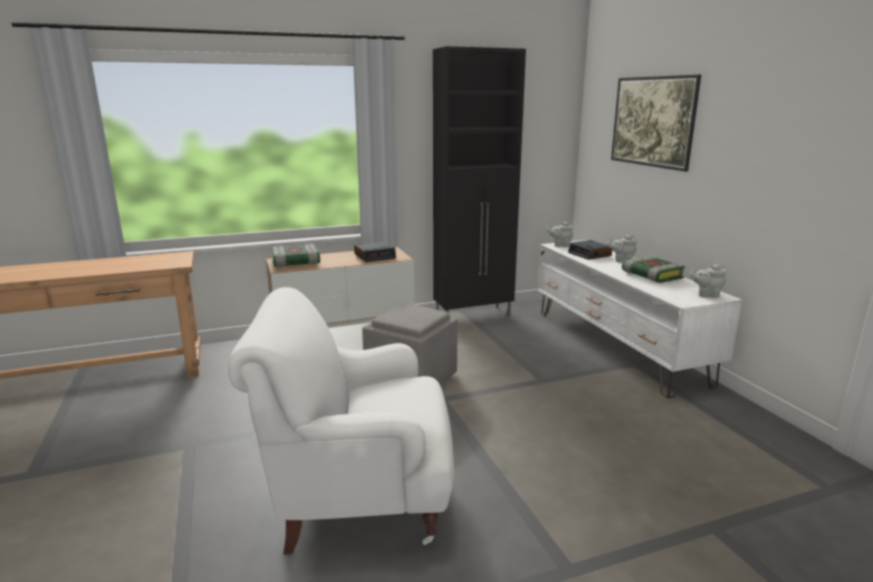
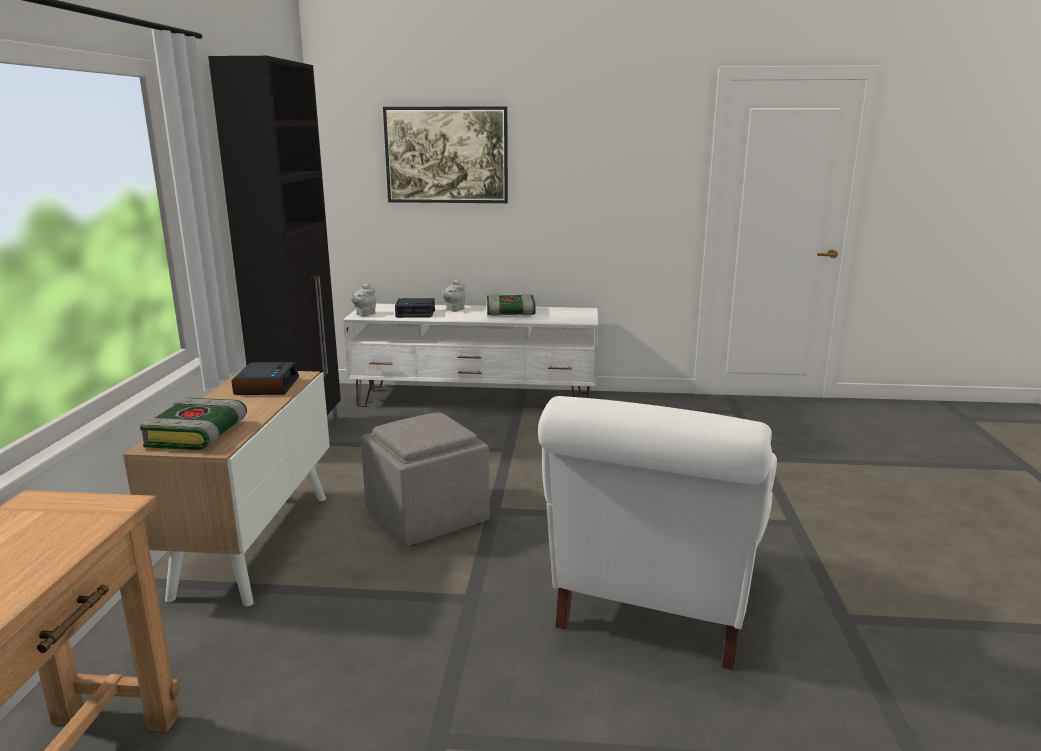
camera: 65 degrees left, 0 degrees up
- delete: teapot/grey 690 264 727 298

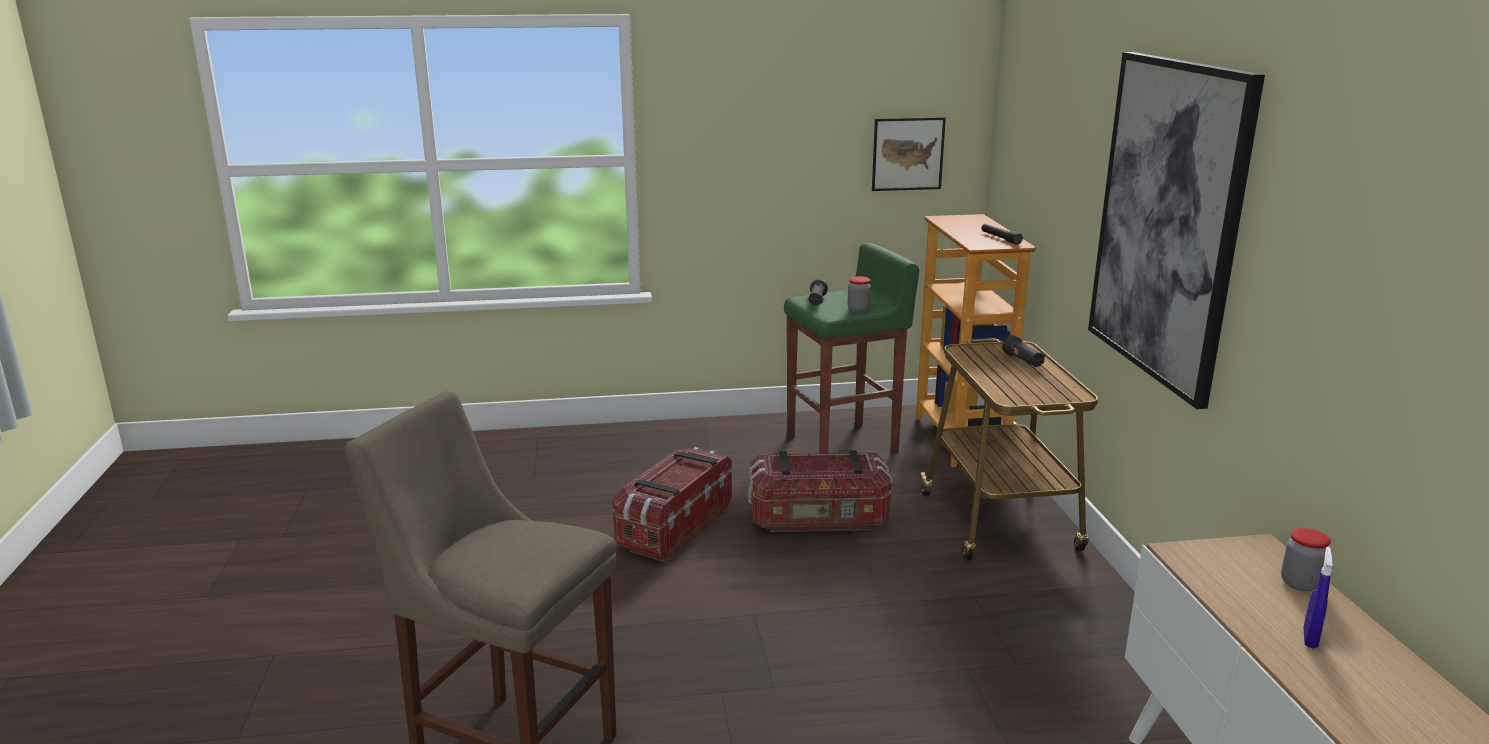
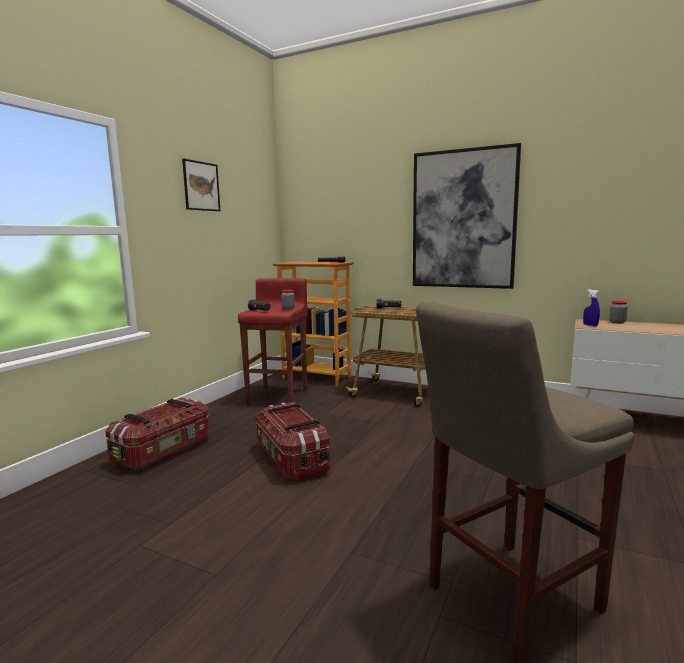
camera: 55 degrees left, 10 degrees down
- move: storage box 748 450 892 532 to 105 397 210 471
- move: picture 872 117 946 191 to 182 159 220 211
- move: spray bottle/blue 1303 547 1333 649 to 583 289 600 326
- recolor: stool/green 784 243 919 454 to stool/red 238 278 308 405

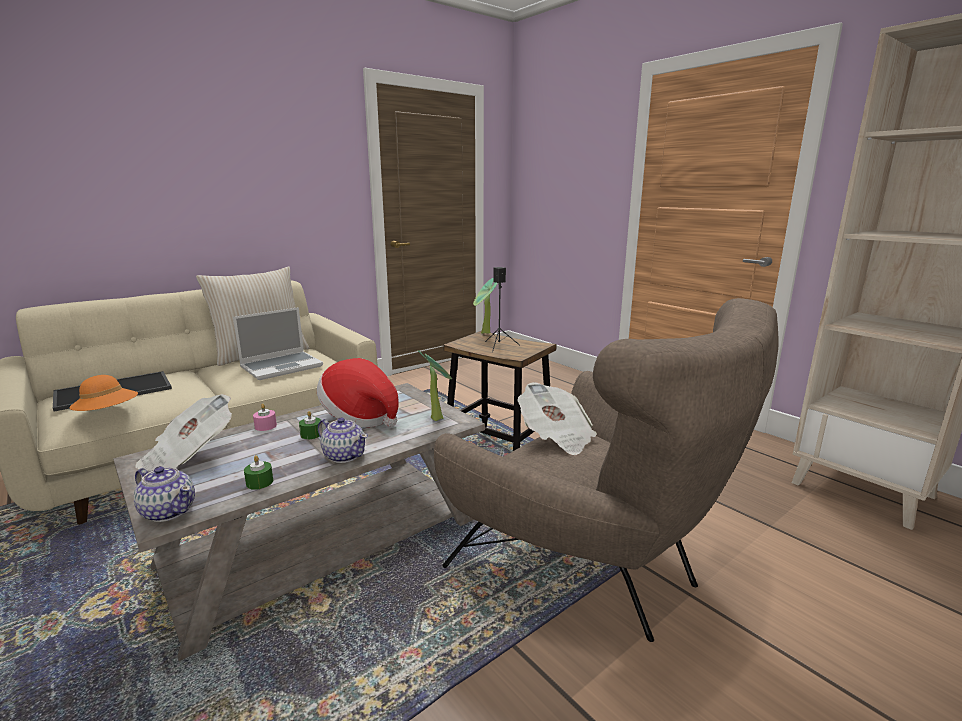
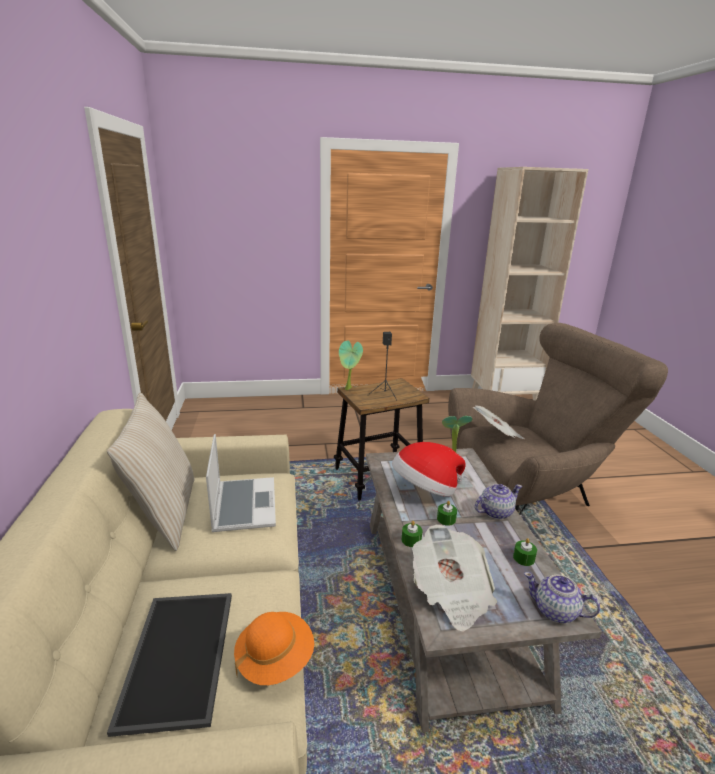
camera: 60 degrees left, 5 degrees up
- recolor: candle/pink 253 404 277 431 to candle/green 402 521 423 547
- rotate: teapot 134 466 195 522 = 524 572 600 623 120 degrees counterclockwise

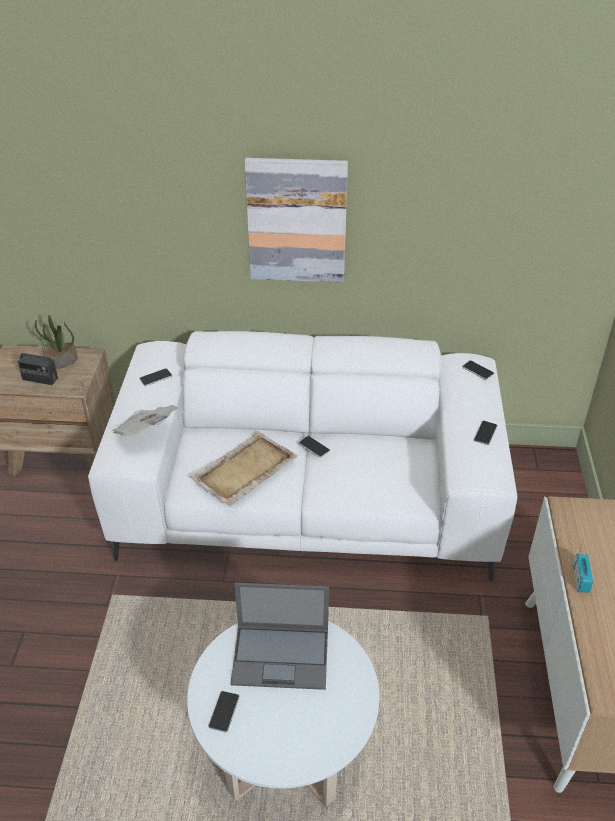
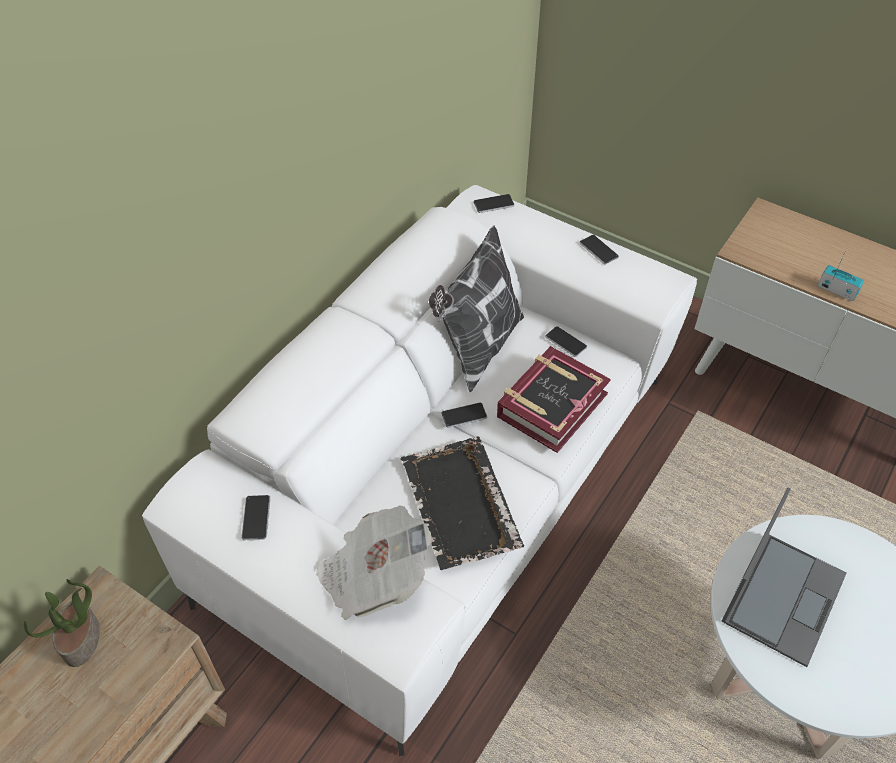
camera: 60 degrees left, 10 degrees up
- delete: radio 17 343 58 385
- delete: picture 245 158 348 283
- insert: pillow 429 225 524 392
- insert: book 497 346 611 453
- move: phone 208 691 240 733 to 545 326 587 357
- recolor: tray/beige 190 431 298 506 to tray/black 401 436 524 570

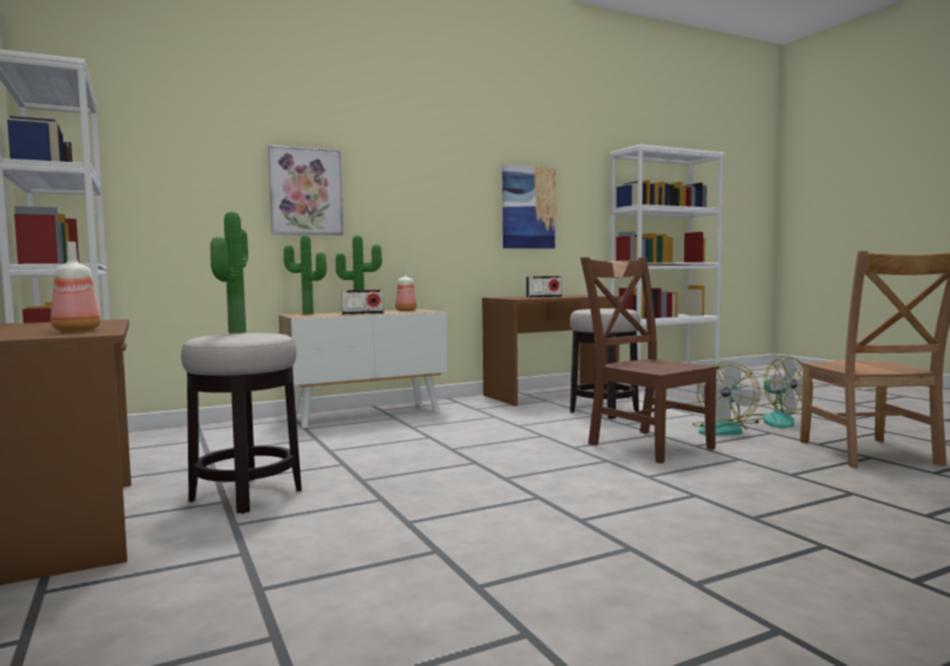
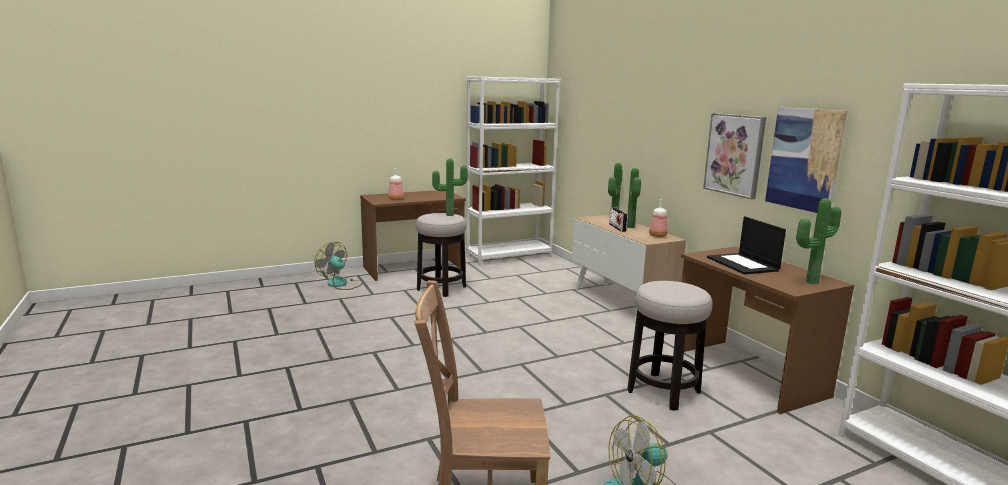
camera: 90 degrees right, 10 degrees up
- delete: chair/brown 580 257 719 464
- insert: potted plant 796 198 841 284
- move: picture 268 145 343 235 to 703 113 766 199
- move: fan 692 362 761 436 to 314 242 364 290
- replace: radio 526 276 562 298 to laptop 707 216 786 275

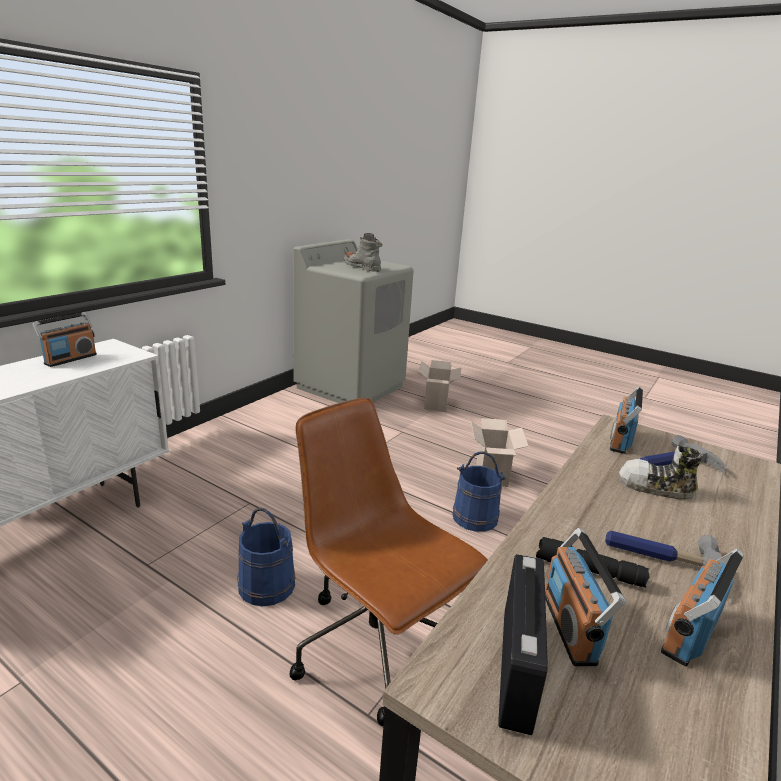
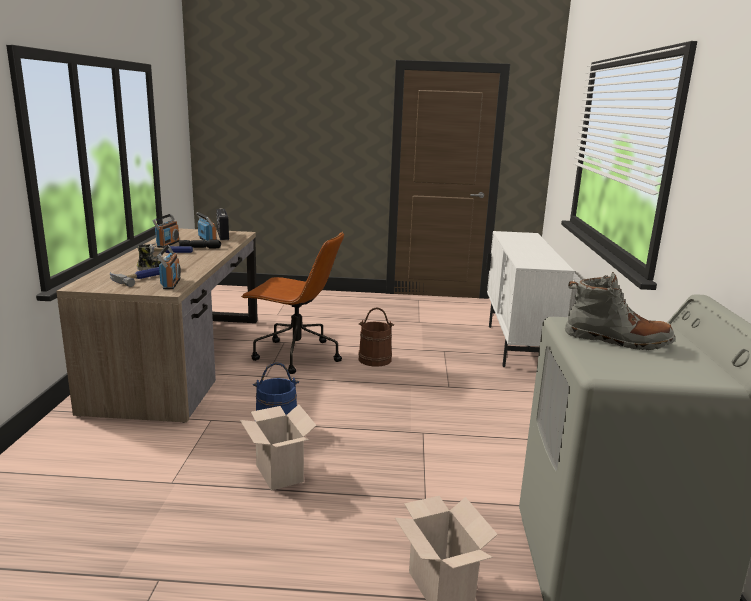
camera: 150 degrees right, 5 degrees down
- delete: radio 33 312 97 367
- recolor: bucket/blue 238 508 296 606 to bucket/brown 358 307 394 367

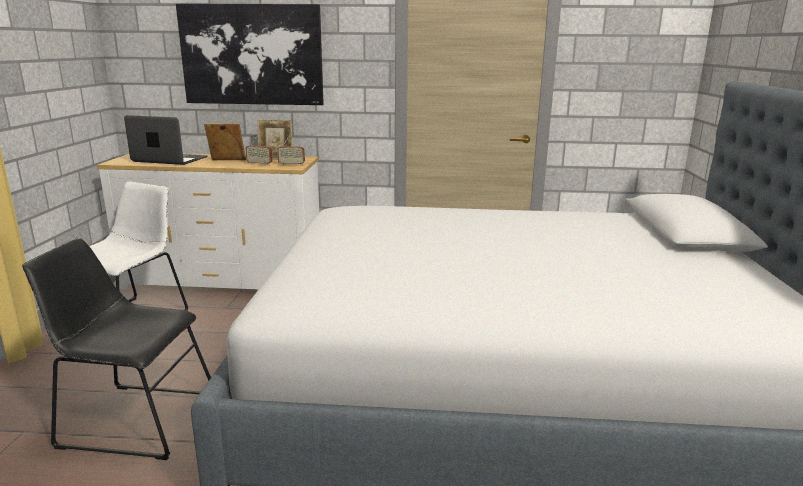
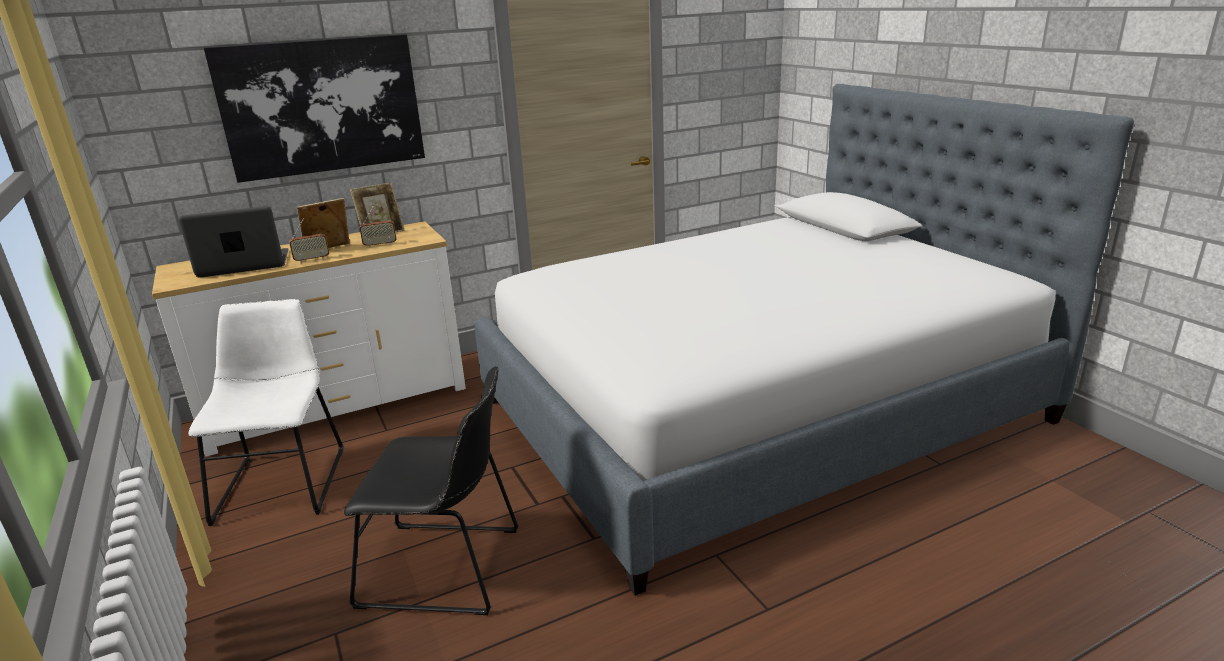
camera: 30 degrees left, 5 degrees up
- move: radio 277 133 305 166 to 289 218 329 263
- rotate: chair/black 22 238 211 460 = 344 366 519 615 150 degrees counterclockwise

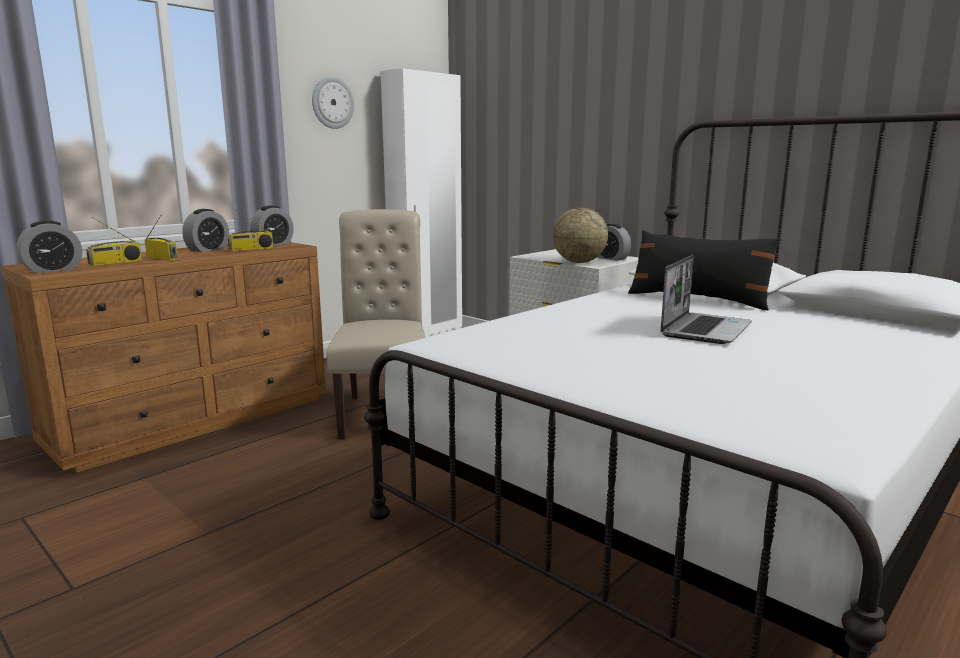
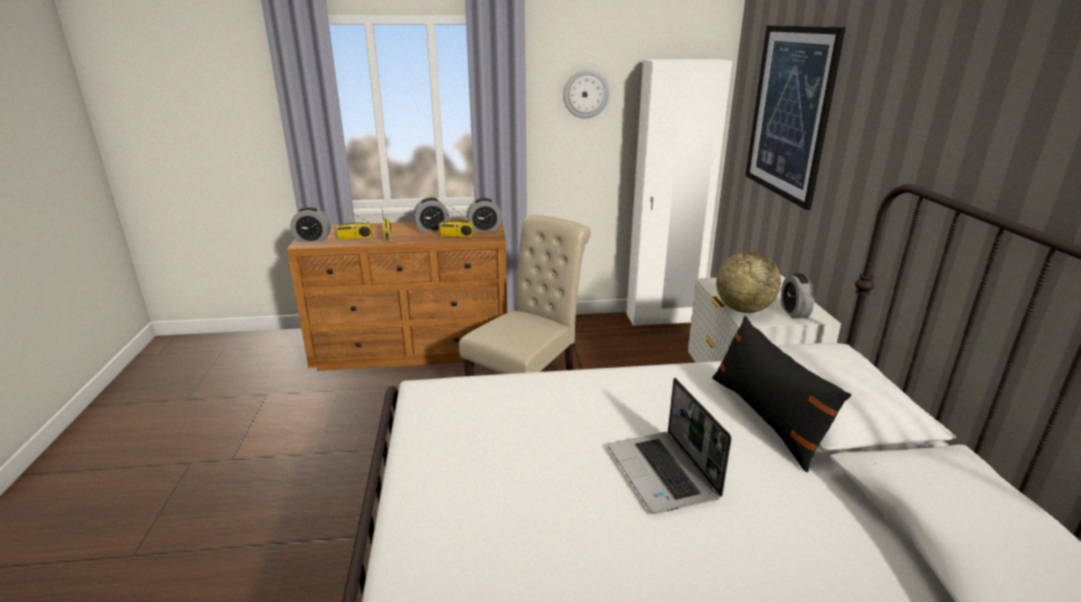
camera: 40 degrees right, 10 degrees up
- insert: picture 746 26 846 210
- rotate: laptop 661 255 752 344 = 608 378 732 514 90 degrees clockwise

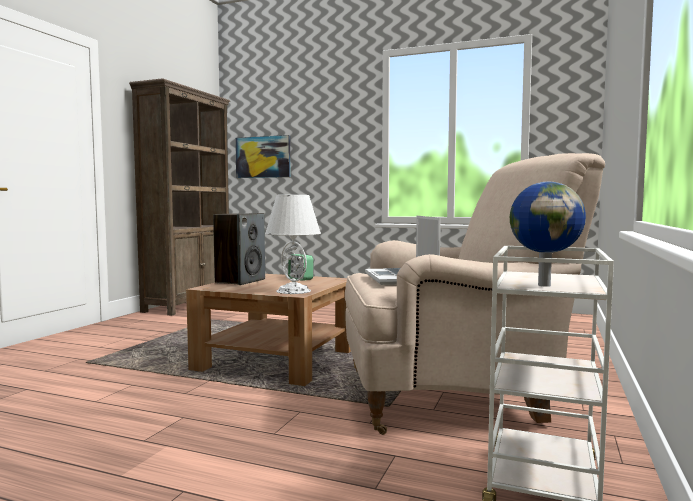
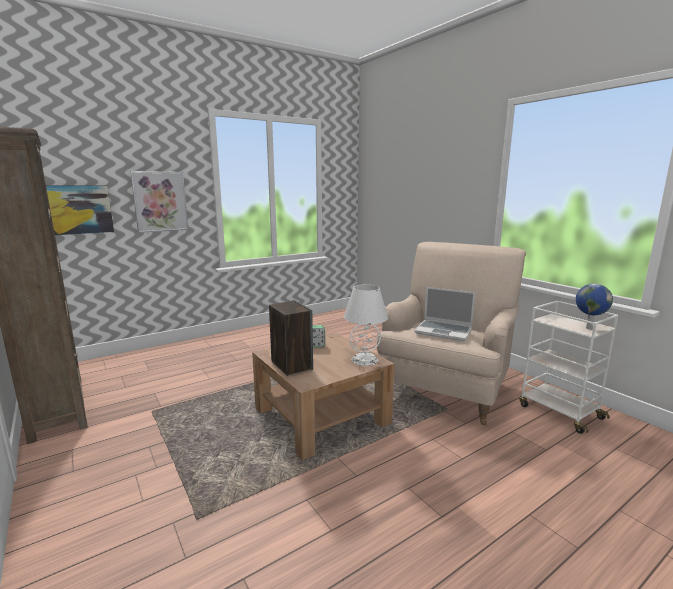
camera: 55 degrees left, 10 degrees up
- insert: picture 130 171 189 233

